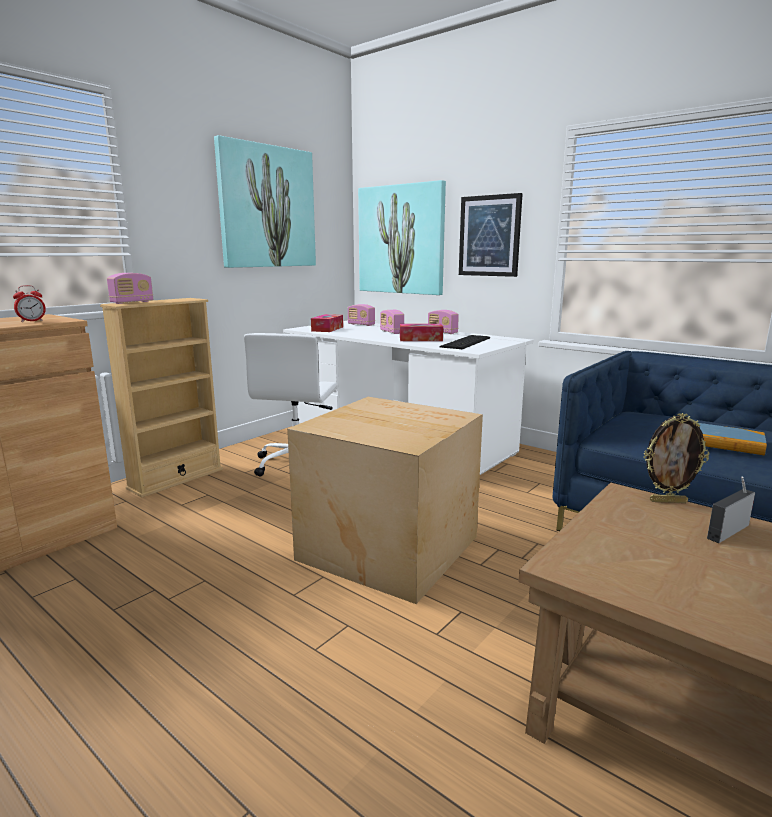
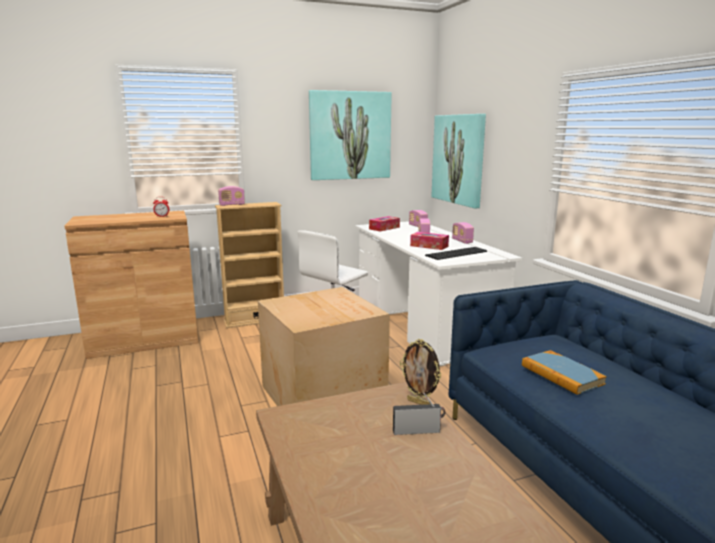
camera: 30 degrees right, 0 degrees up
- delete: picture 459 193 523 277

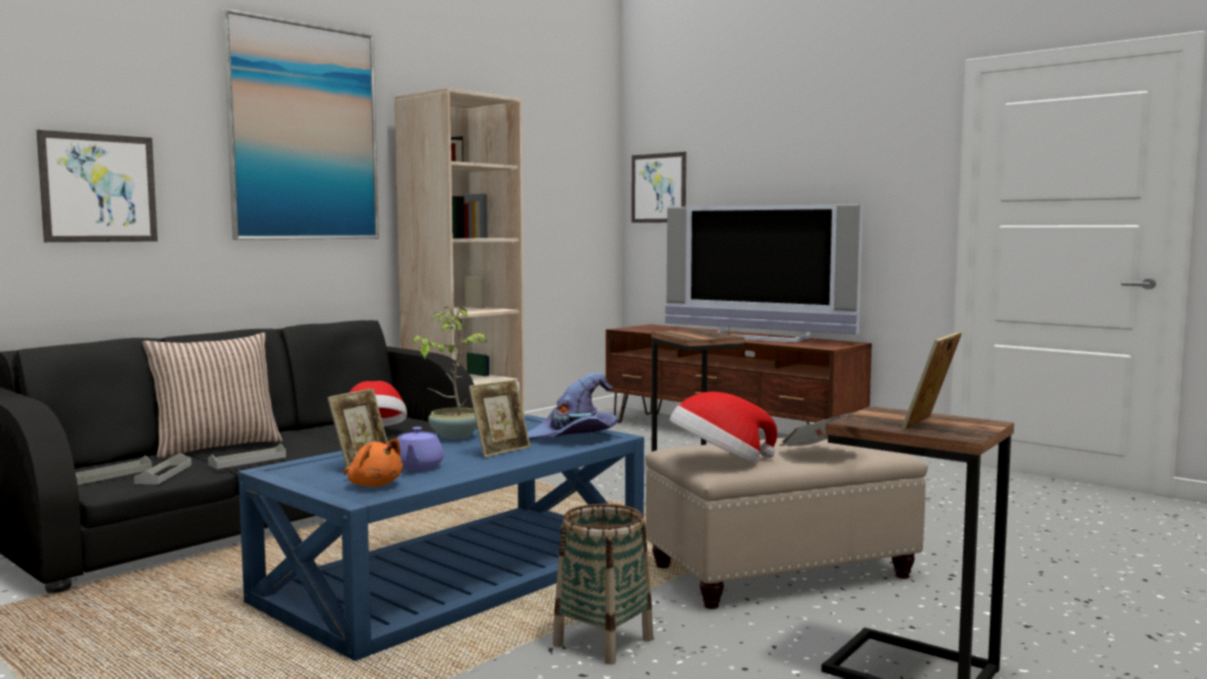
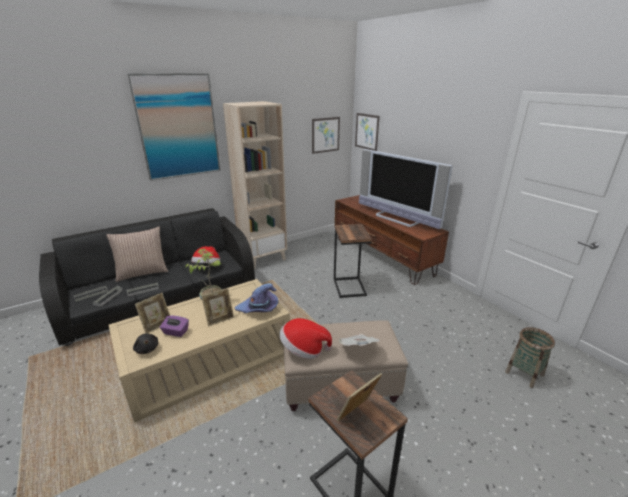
camera: 15 degrees right, 20 degrees up
- move: picture 36 130 158 242 to 312 117 340 154
- move: basket 553 504 653 665 to 505 327 555 388
- replace: teapot/purple 397 427 444 471 to tissue box/purple 160 316 189 337
- recolor: coffee table/blue 238 415 644 661 to coffee table/beige 109 279 290 422
- recolor: plush toy/orange 344 438 403 487 to plush toy/black 133 334 158 354

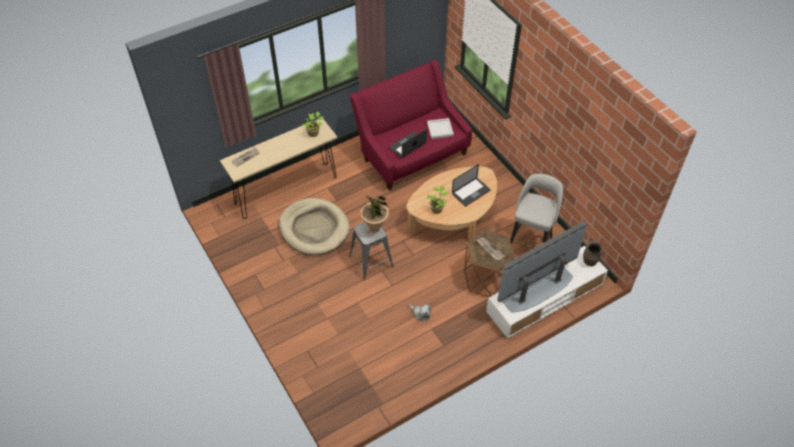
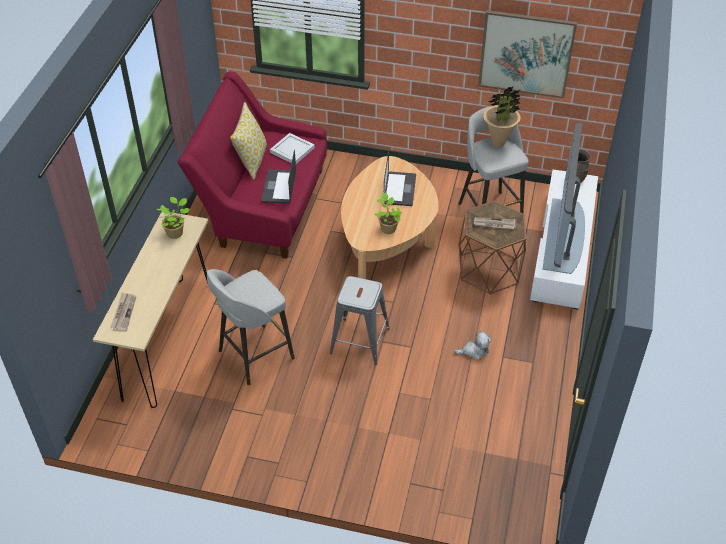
camera: 45 degrees left, 5 degrees down
- insert: pillow 230 102 267 180
- insert: picture 478 10 577 98
- move: potted plant 360 195 389 233 to 483 86 521 147
- replace: dog bed/beige 279 198 350 255 to stool/grey 207 269 295 385

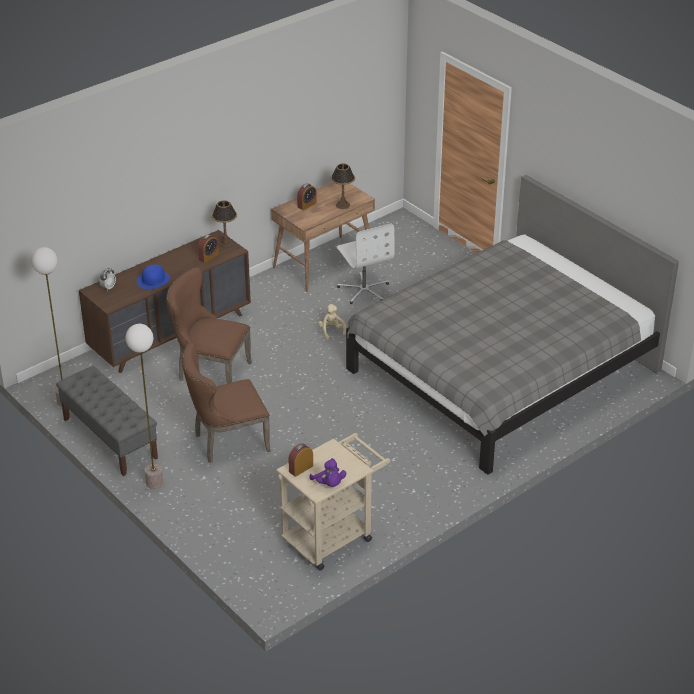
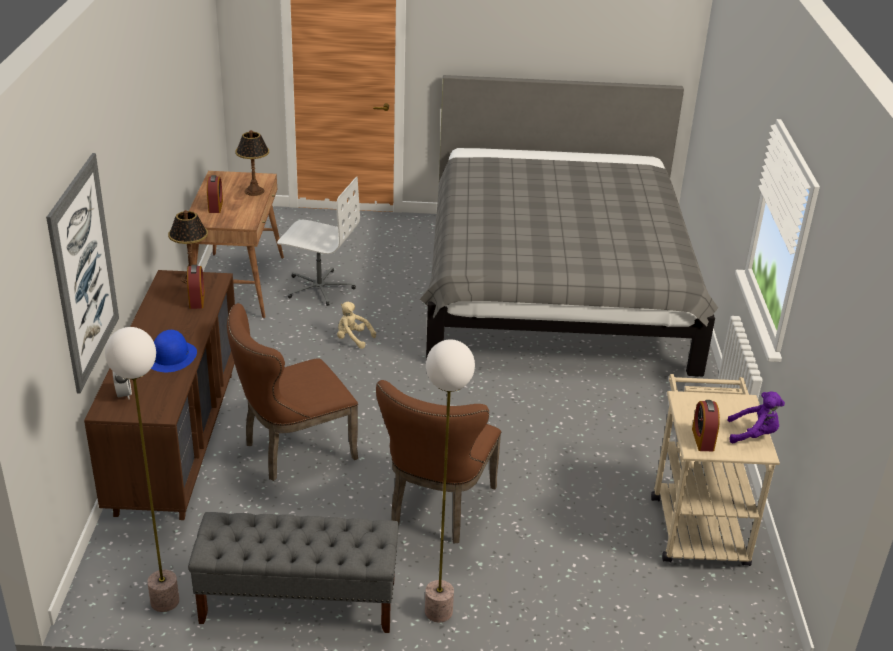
camera: 50 degrees left, 5 degrees down
- insert: picture 46 153 119 394

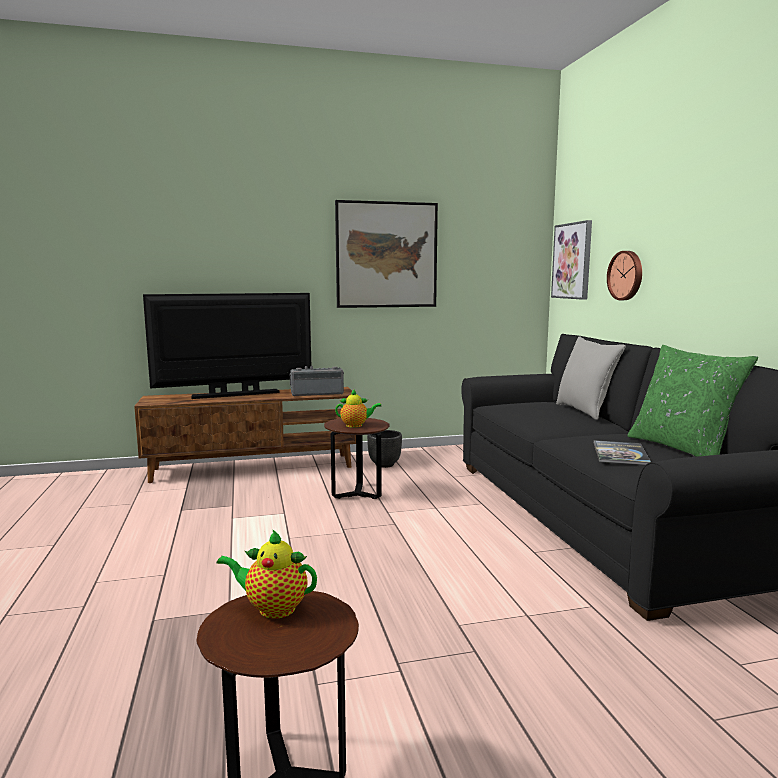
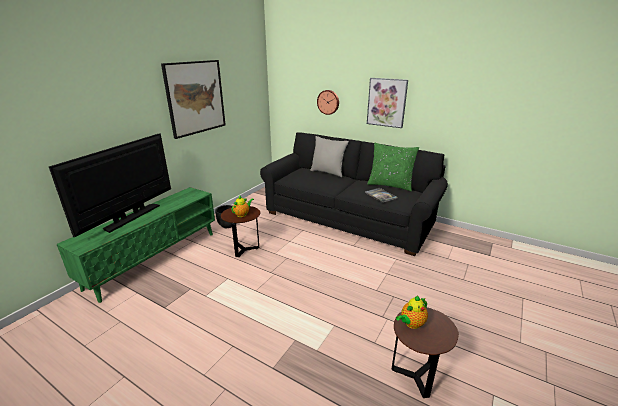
camera: 45 degrees left, 15 degrees up
- delete: radio 290 366 344 396
- move: picture 551 220 592 300 to 367 78 408 128
- recolor: tv stand/brown 134 387 356 483 to tv stand/green 57 187 215 303

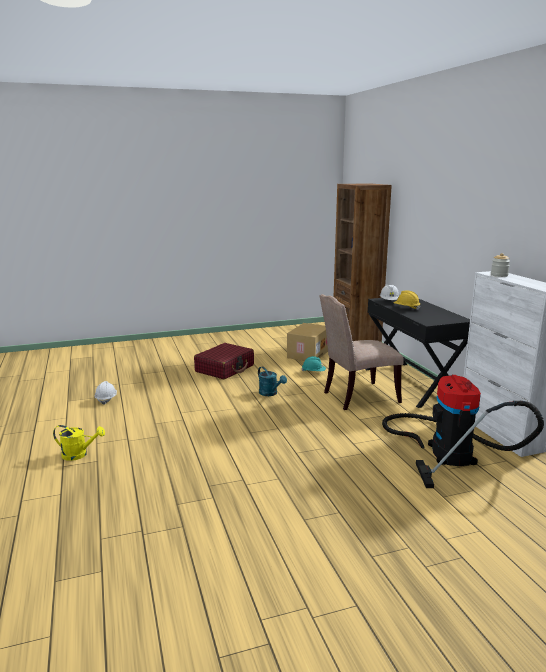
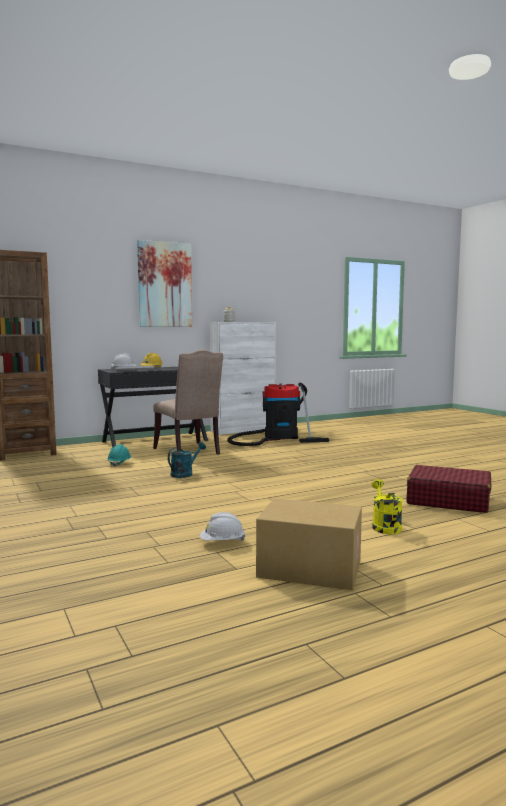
camera: 100 degrees left, 10 degrees down
- insert: picture 137 240 192 327
- move: suitcase/red 194 343 254 379 to 406 465 491 513
- move: cardboard box 287 323 328 361 to 256 498 362 590

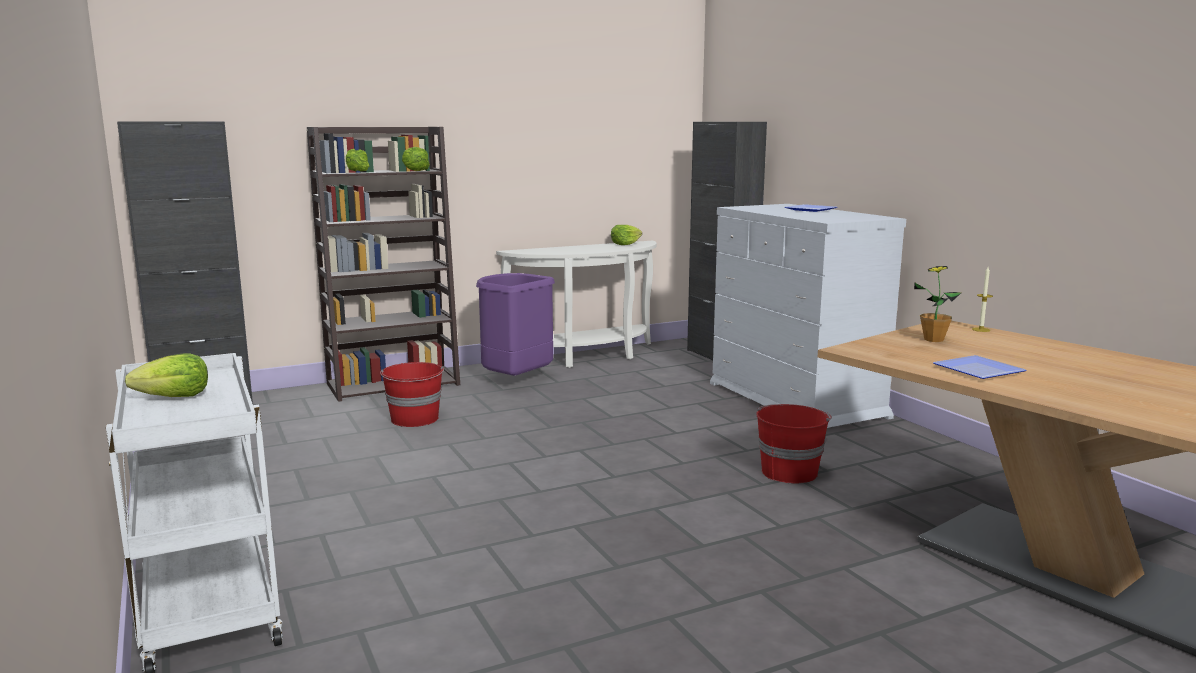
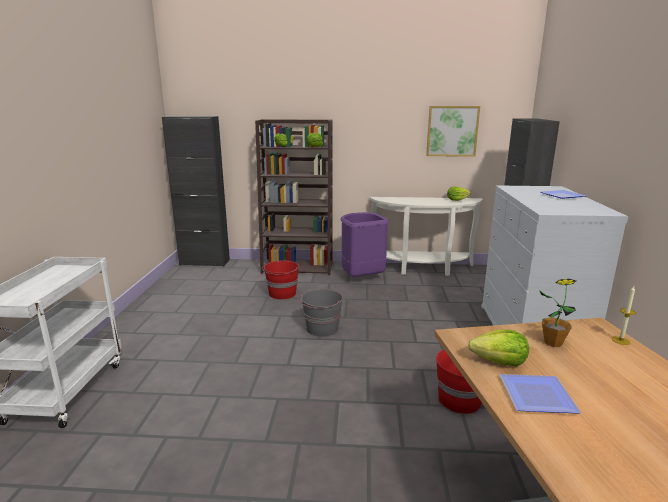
camera: 30 degrees right, 5 degrees up
- insert: bucket/grey 300 289 343 337
- insert: picture 426 106 480 157
- move: lettuce 125 353 208 397 to 468 330 529 367

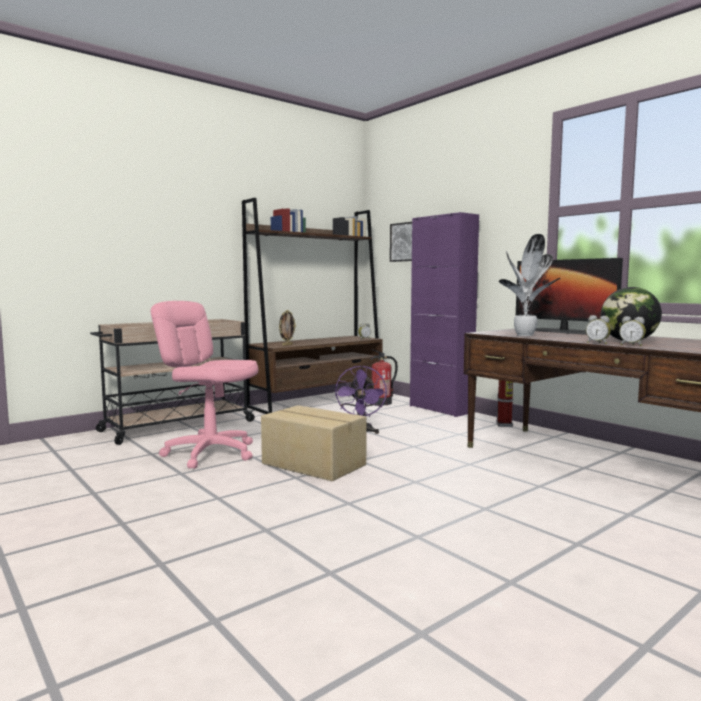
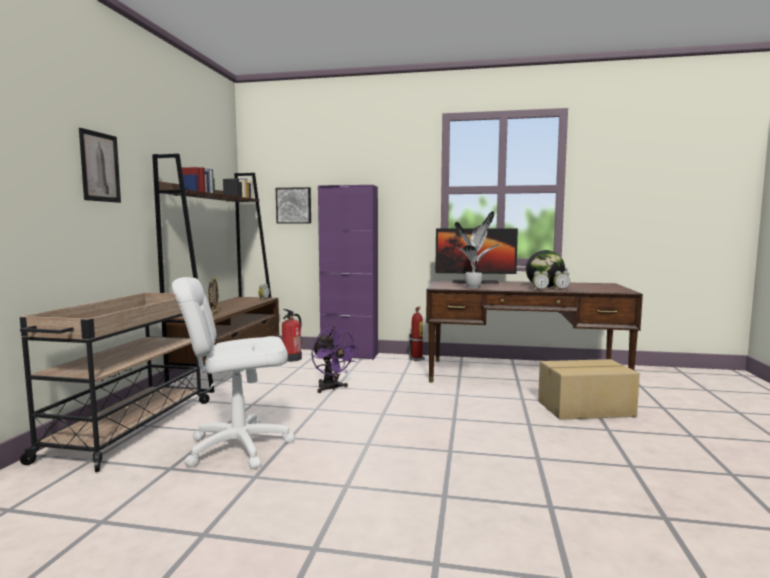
camera: 40 degrees left, 0 degrees up
- insert: picture 79 128 121 203
- move: cardboard box 261 405 367 481 to 538 359 640 420
- recolor: office chair/pink 151 301 258 469 to office chair/white 172 277 295 469

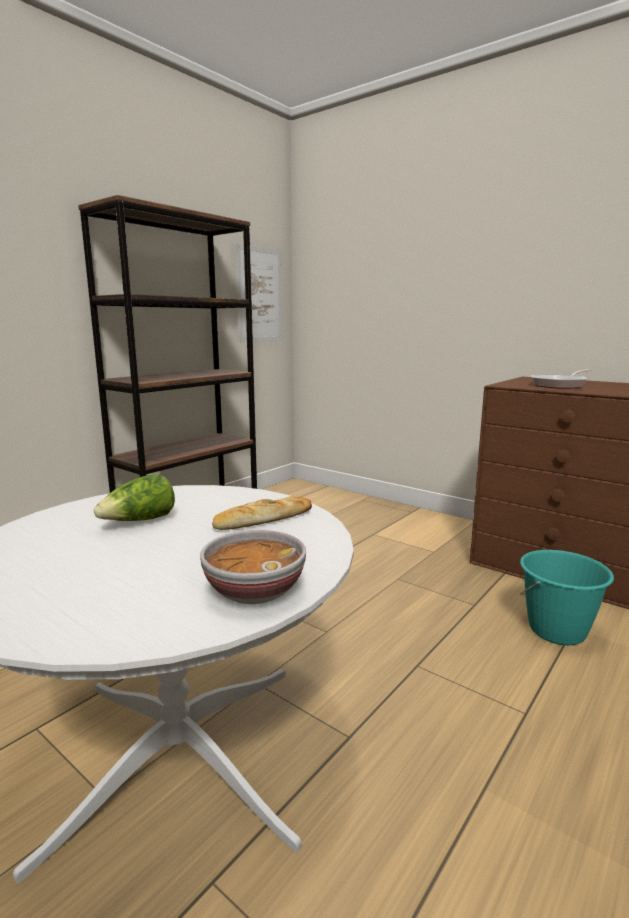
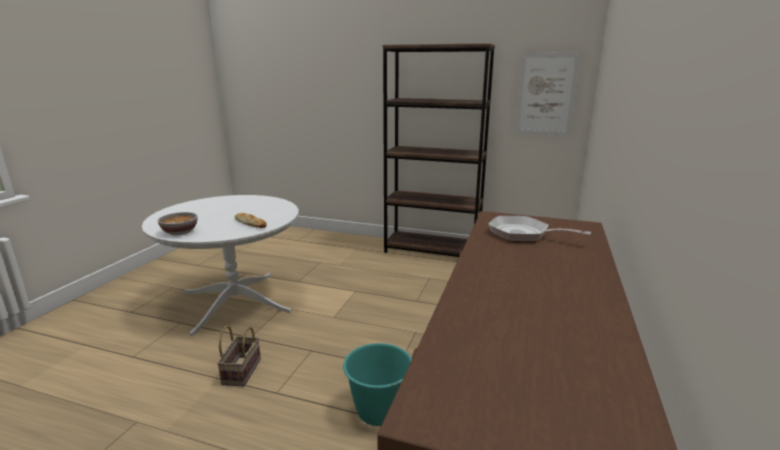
camera: 70 degrees right, 5 degrees up
- delete: lettuce 94 474 175 521
- insert: basket 217 326 261 387

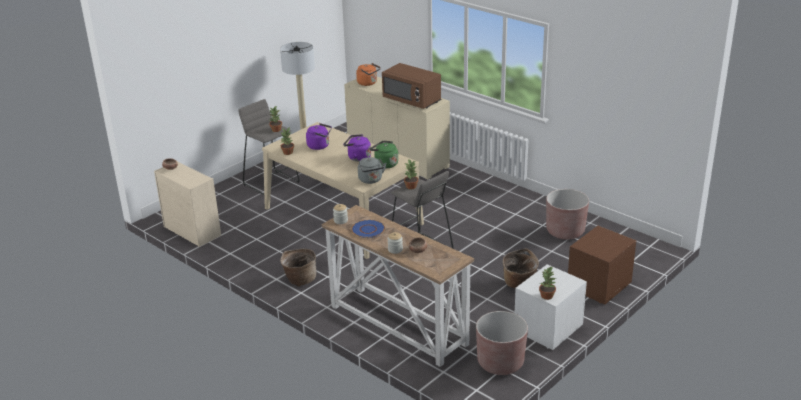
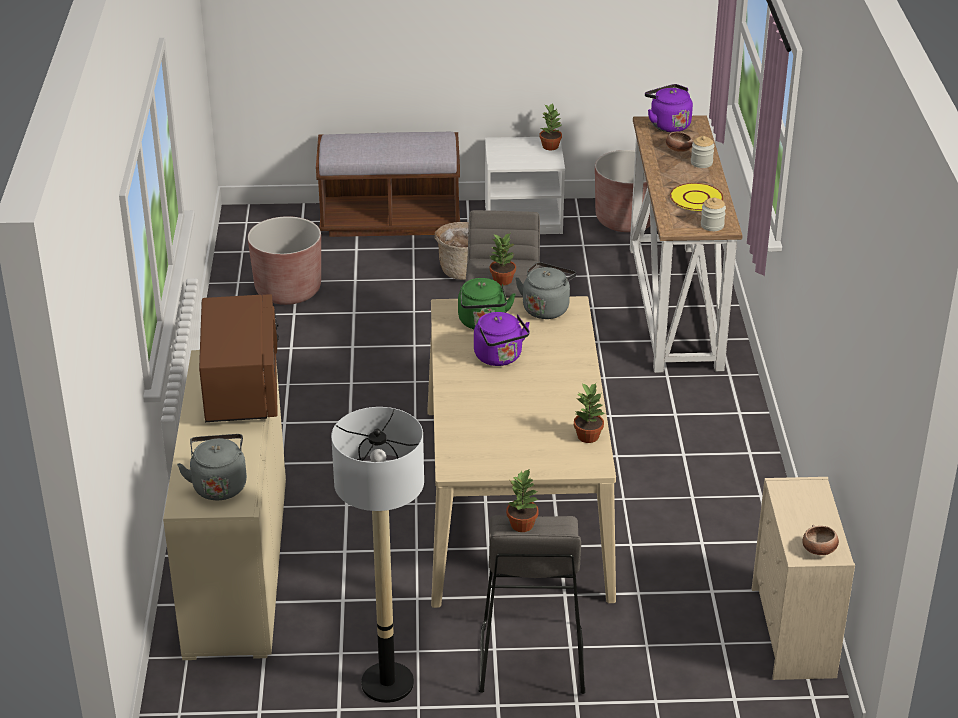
camera: 135 degrees left, 5 degrees up
- delete: basket 280 249 317 287
- move: kettle/purple 306 123 332 150 to 645 84 693 132
- replace: nightstand/brown 568 226 636 304 to bench/brown 316 132 460 237
- recolor: plate/blue 351 220 385 238 to plate/yellow 670 183 724 211
- recolor: kettle/orange 356 63 381 86 to kettle/grey 177 434 247 500

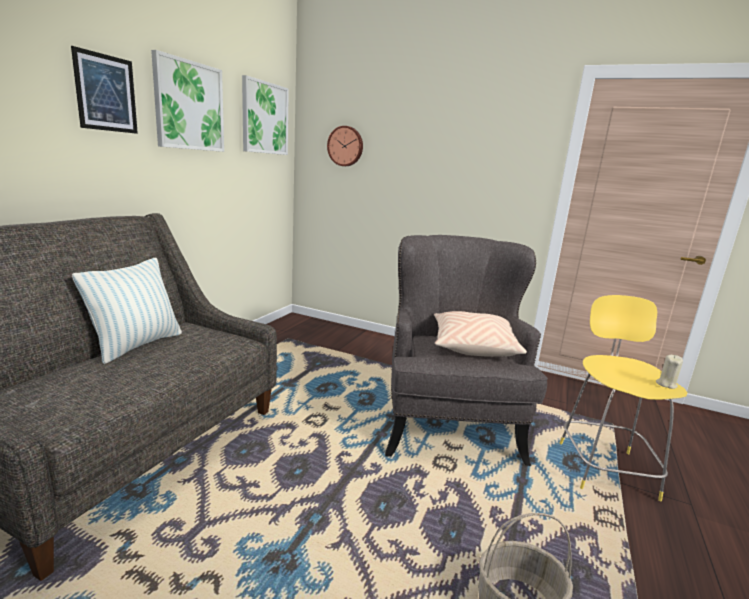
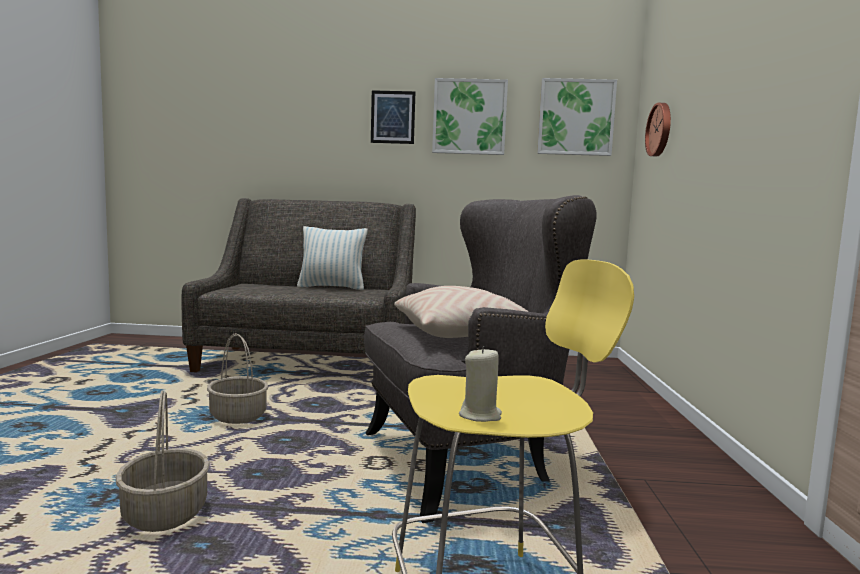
camera: 70 degrees right, 10 degrees down
- insert: basket 207 333 268 424

